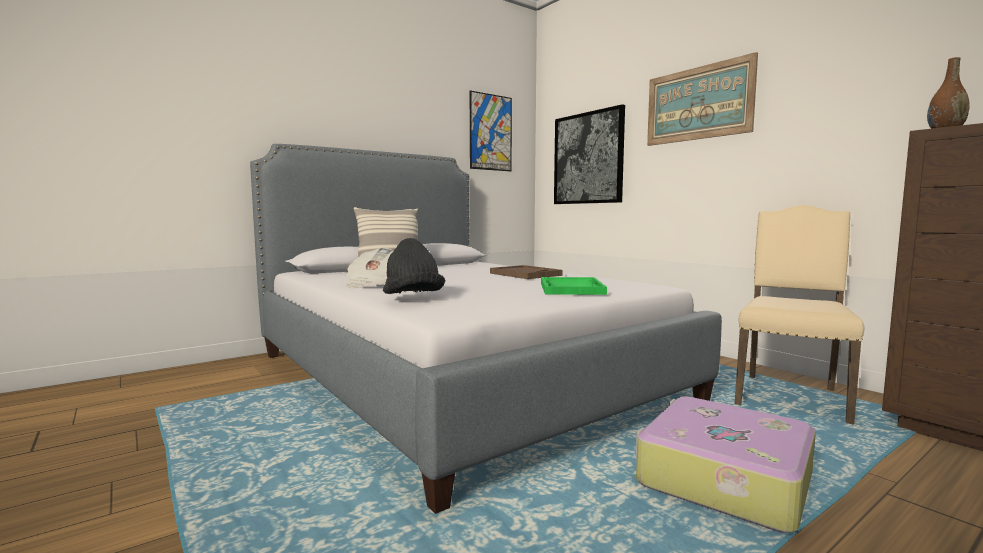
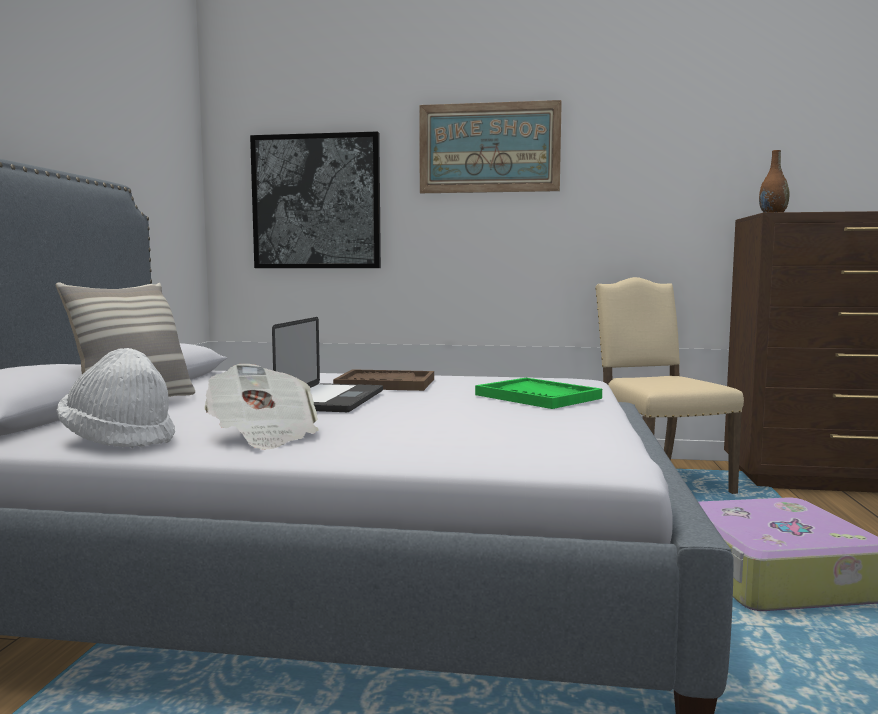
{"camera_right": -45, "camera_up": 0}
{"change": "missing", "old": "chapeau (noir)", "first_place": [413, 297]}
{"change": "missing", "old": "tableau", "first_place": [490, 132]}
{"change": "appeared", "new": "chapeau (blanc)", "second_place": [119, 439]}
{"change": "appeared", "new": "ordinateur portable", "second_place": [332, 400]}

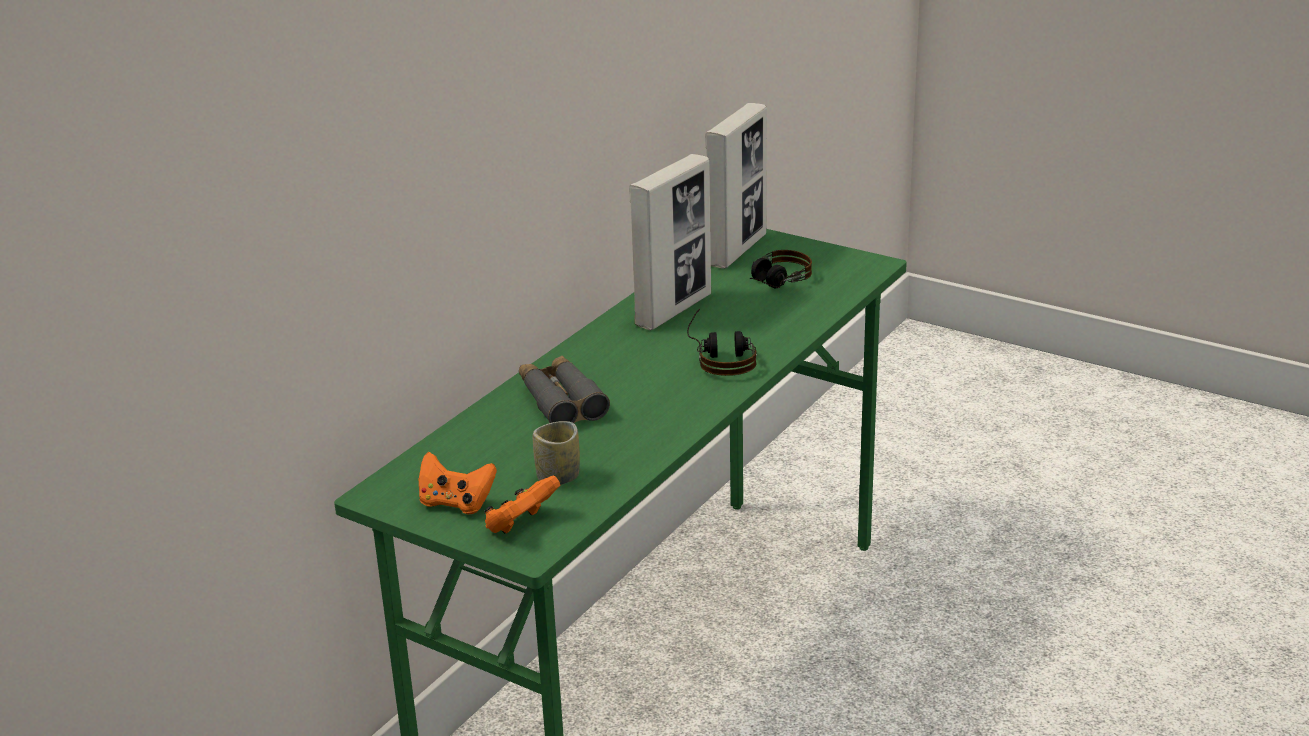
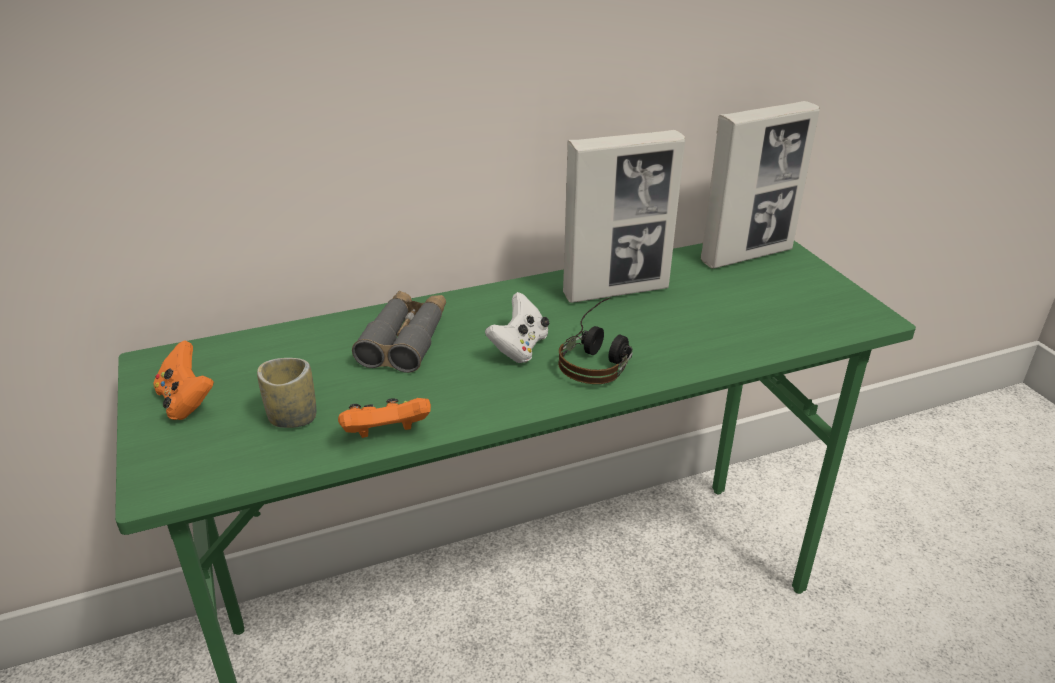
{"camera_right": 35, "camera_up": 5}
{"change": "missing", "old": "casque audio", "first_place": [773, 284]}
{"change": "appeared", "new": "manette (blanc)", "second_place": [519, 348]}
{"change": "relocated", "old": "manette (orange)", "first_place": [521, 524], "second_place": [386, 435]}

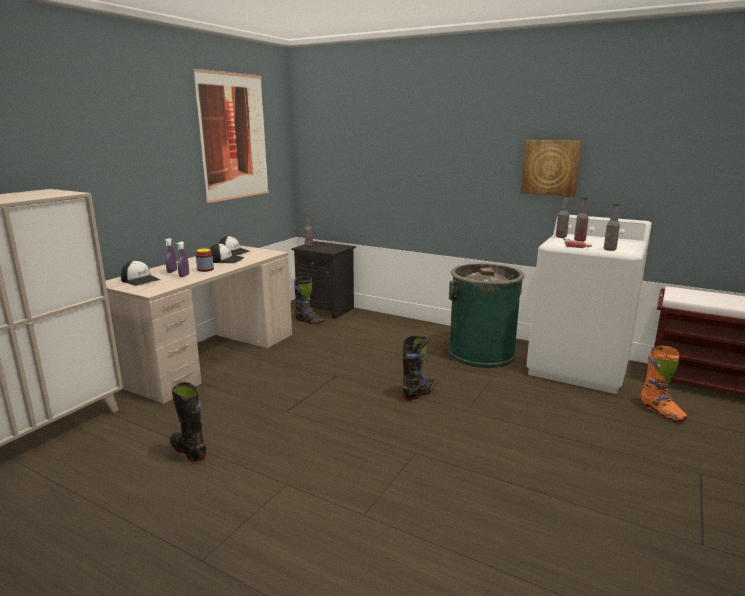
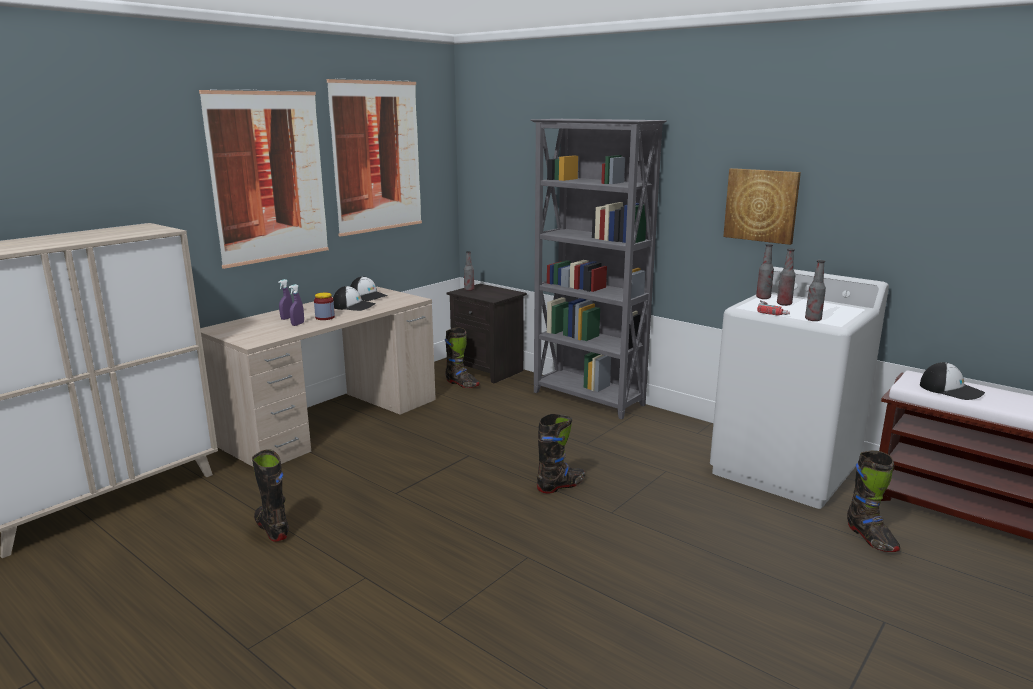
{"camera_right": 10, "camera_up": 0}
{"change": "missing", "old": "poubelle (vert)", "first_place": [481, 353]}
{"change": "appeared", "new": "tableau", "second_place": [269, 177]}
{"change": "appeared", "new": "bibliothèque (gris)", "second_place": [588, 399]}
{"change": "relocated", "old": "casquette", "first_place": [141, 280], "second_place": [951, 390]}
{"change": "colour", "old": "botte (orange)", "new": "botte (noir)", "first_place": [661, 412], "second_place": [870, 538]}

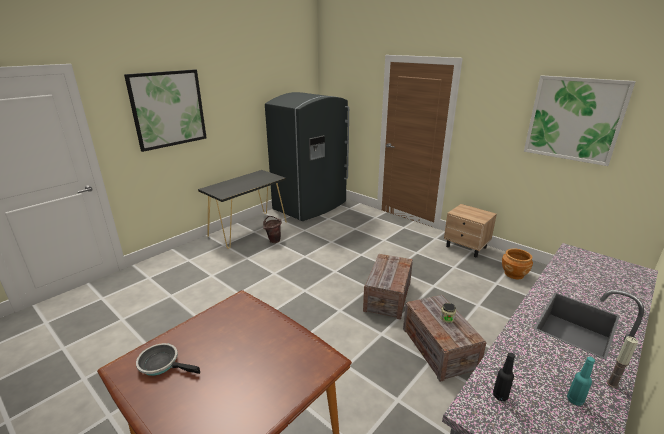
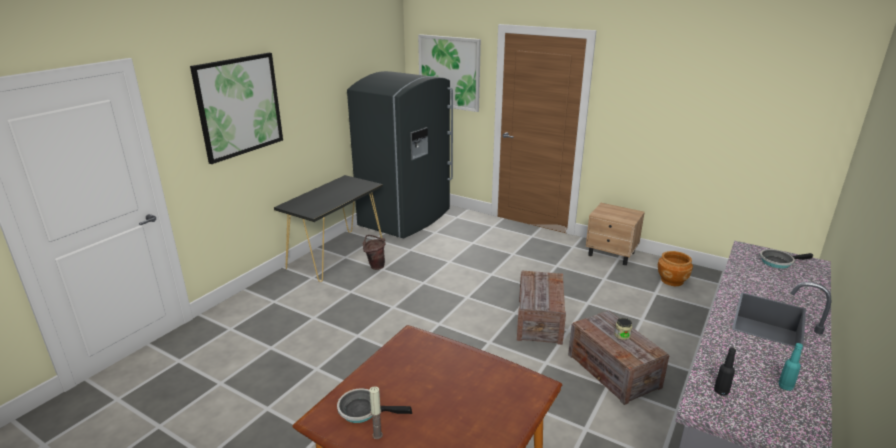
{"camera_right": -10, "camera_up": 0}
{"change": "appeared", "new": "poêle", "second_place": [778, 262]}
{"change": "relocated", "old": "tableau", "first_place": [574, 119], "second_place": [449, 72]}
{"change": "relocated", "old": "bougie", "first_place": [612, 384], "second_place": [377, 435]}

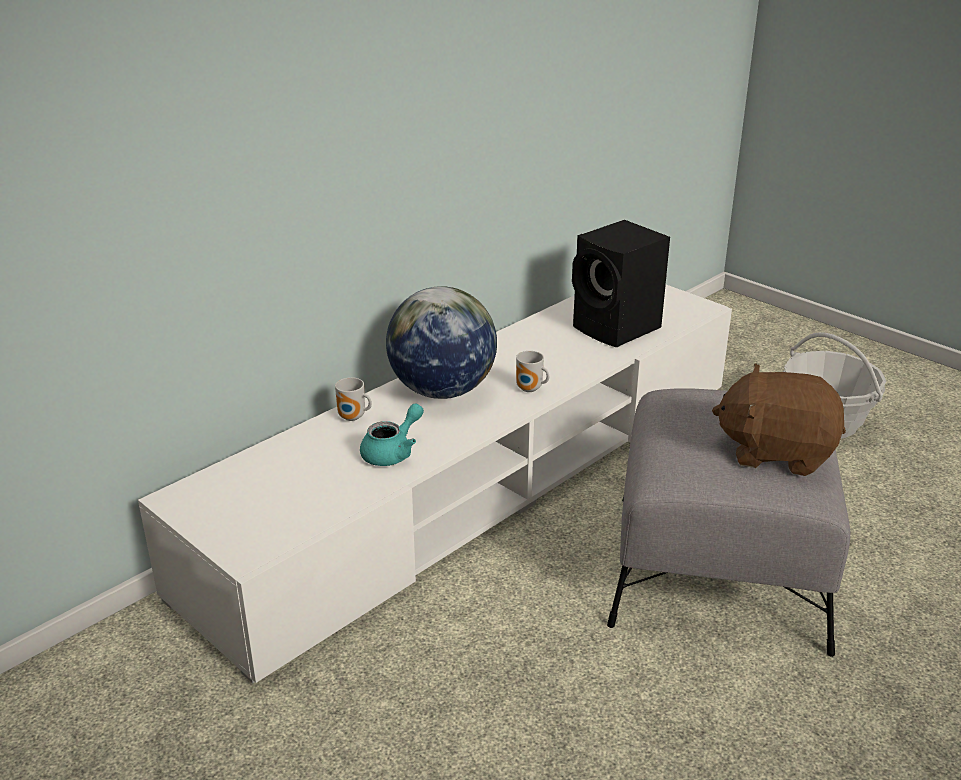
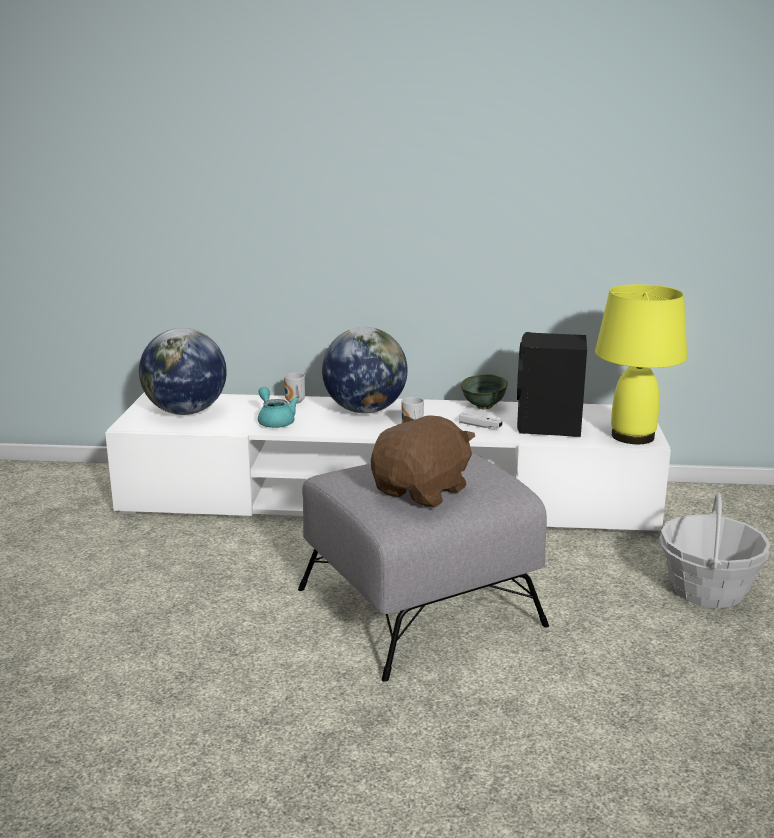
{"camera_right": 50, "camera_up": -10}
{"change": "appeared", "new": "globe", "second_place": [185, 412]}
{"change": "appeared", "new": "manette (blanc)", "second_place": [480, 426]}
{"change": "appeared", "new": "bol (vert)", "second_place": [484, 407]}
{"change": "appeared", "new": "lampe de table (jaune)", "second_place": [632, 436]}
{"change": "spun", "old": "théière (turquoise)", "first_place": [393, 452], "second_place": [275, 421], "degrees": -120}
{"change": "spun", "old": "peluche (marron)", "first_place": [776, 451], "second_place": [422, 492], "degrees": 60}

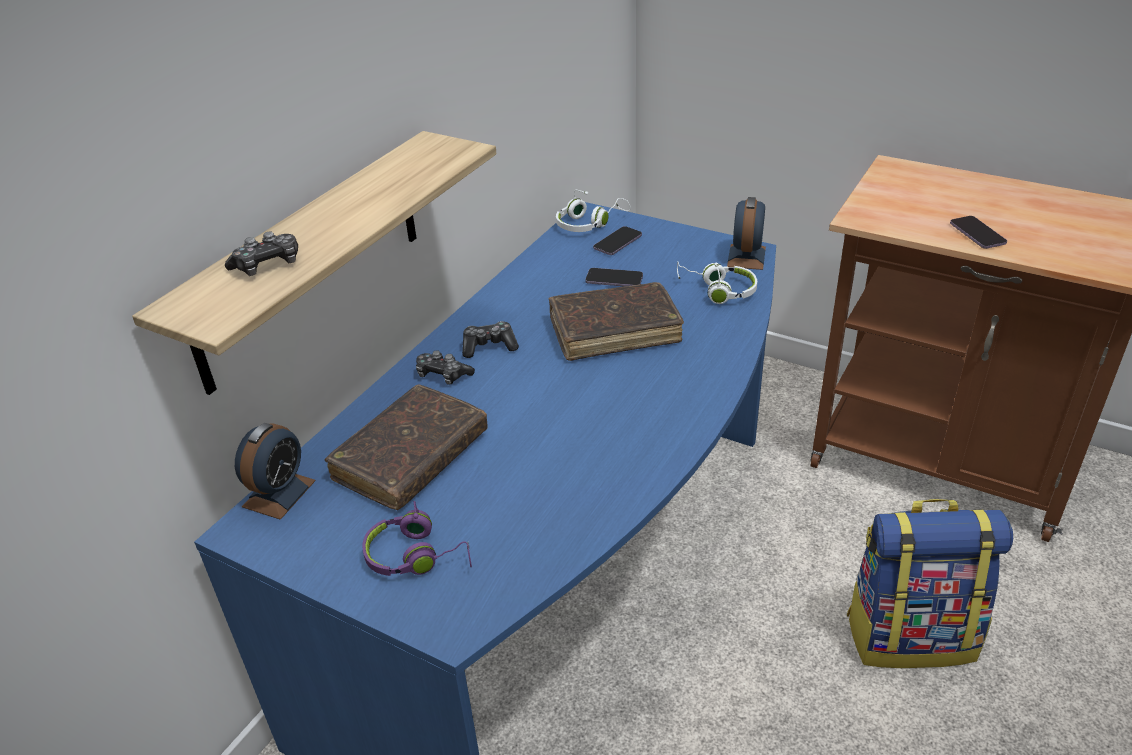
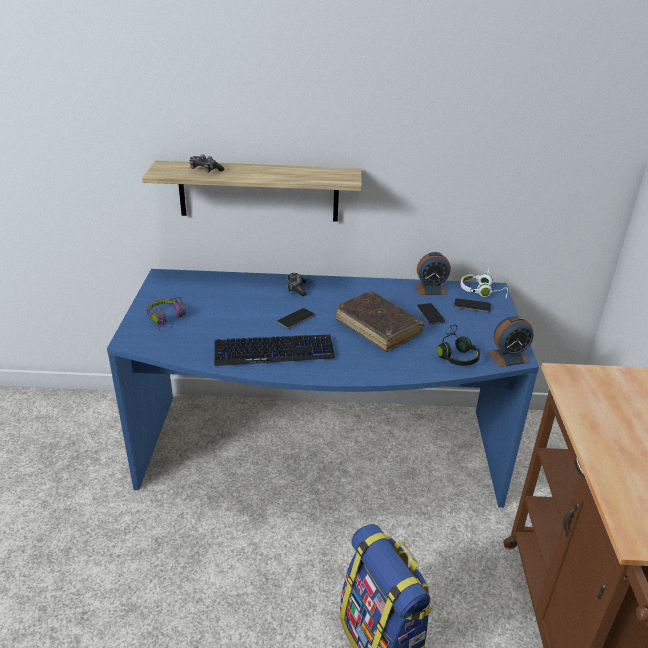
{"camera_right": 60, "camera_up": -5}
{"change": "missing", "old": "livre (marron)", "first_place": [411, 458]}
{"change": "missing", "old": "manette", "first_place": [489, 346]}
{"change": "appeared", "new": "clavier", "second_place": [274, 351]}
{"change": "relocated", "old": "réveil", "first_place": [279, 493], "second_place": [431, 289]}
{"change": "relocated", "old": "téléphone", "first_place": [977, 234], "second_place": [296, 319]}
{"change": "colour", "old": "casque audio (blanc)", "new": "casque audio (noir)", "first_place": [717, 290], "second_place": [455, 354]}

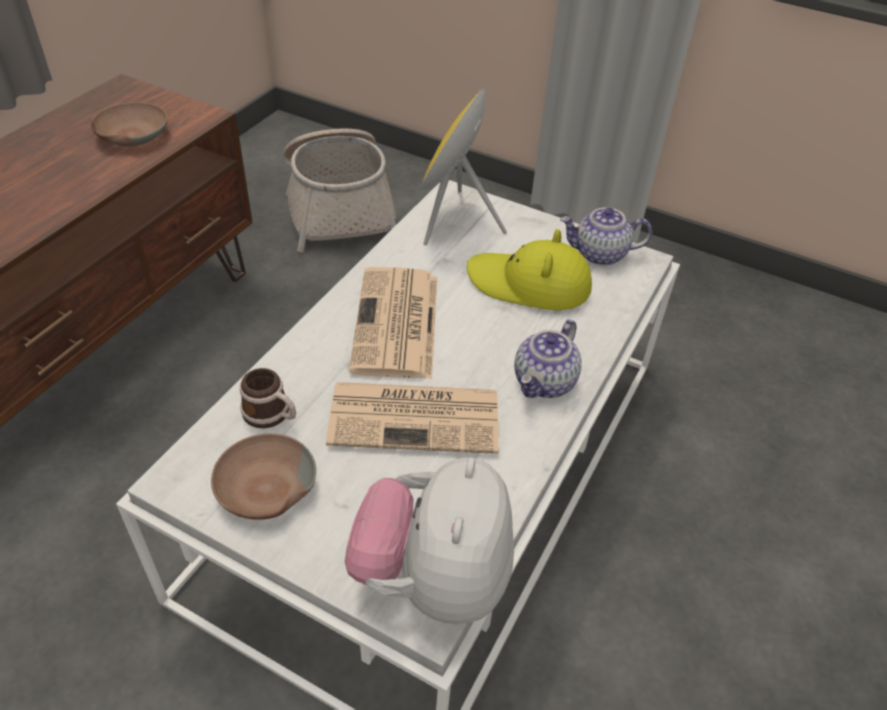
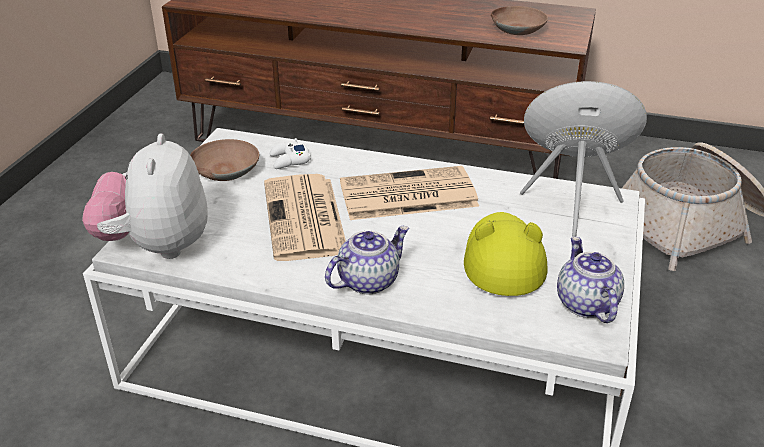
{"camera_right": 80, "camera_up": -10}
{"change": "exchanged", "old": "mug", "new": "manette (blanc)", "first_place": [271, 415], "second_place": [289, 160]}
{"change": "spun", "old": "peluche", "first_place": [433, 579], "second_place": [157, 246], "degrees": -90}
{"change": "spun", "old": "théière", "first_place": [545, 382], "second_place": [368, 280], "degrees": 120}

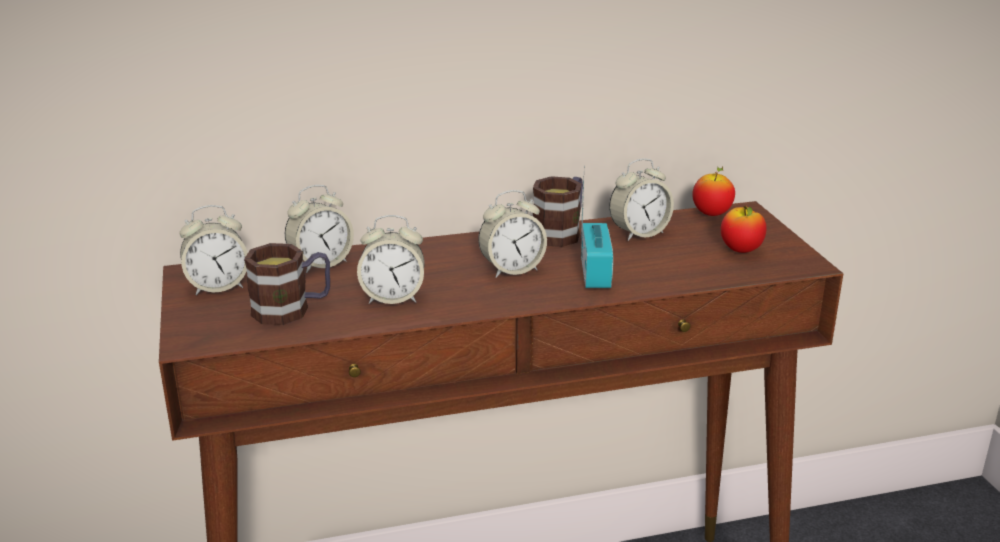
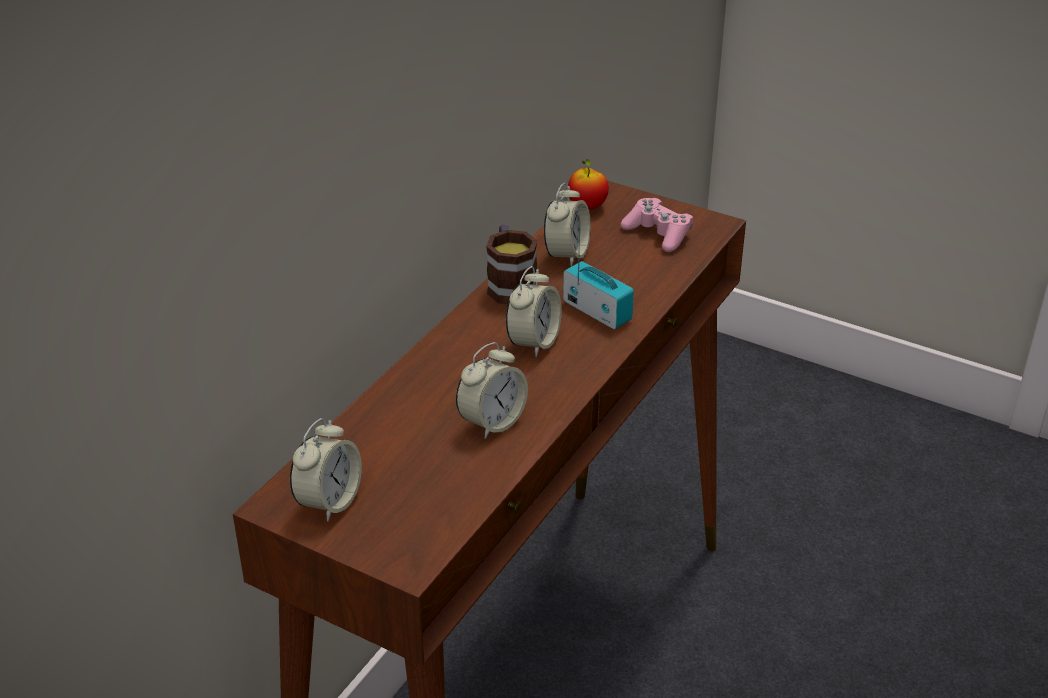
{"camera_right": -45, "camera_up": 10}
{"change": "missing", "old": "mug", "first_place": [292, 309]}
{"change": "missing", "old": "réveil", "first_place": [321, 263]}
{"change": "exchanged", "old": "pomme", "new": "manette (rose)", "first_place": [741, 250], "second_place": [658, 234]}

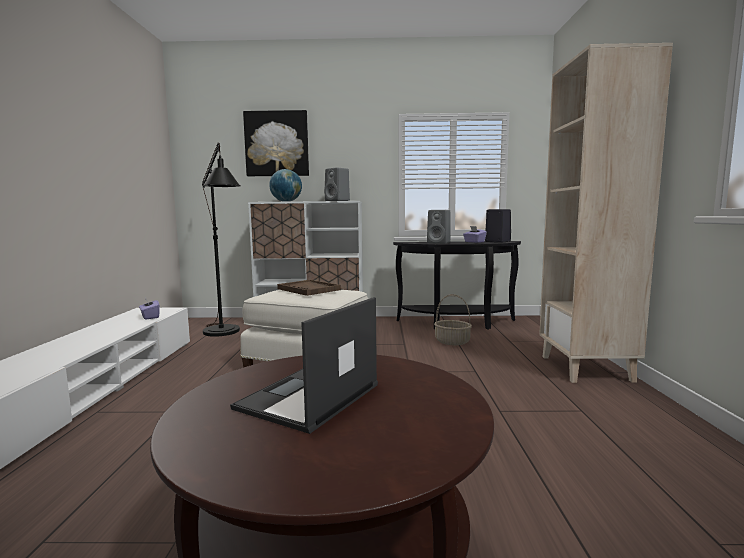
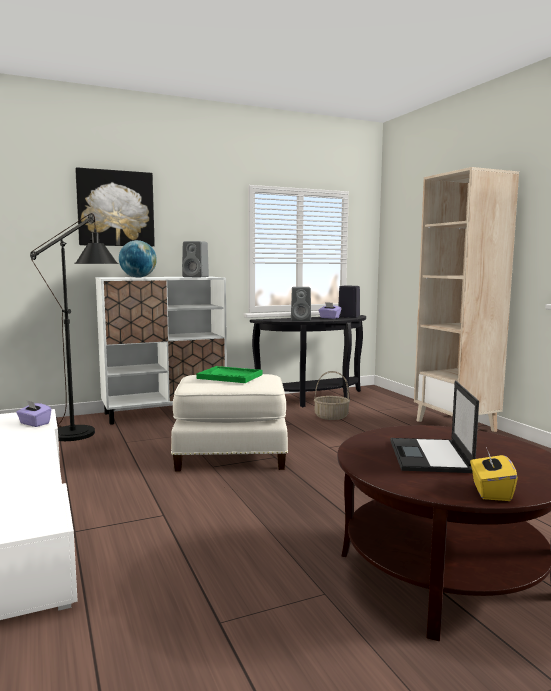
{"camera_right": -25, "camera_up": 0}
{"change": "appeared", "new": "boîte à mouchoirs (jaune)", "second_place": [490, 491]}
{"change": "colour", "old": "plateau (marron)", "new": "plateau (vert)", "first_place": [309, 289], "second_place": [230, 376]}

